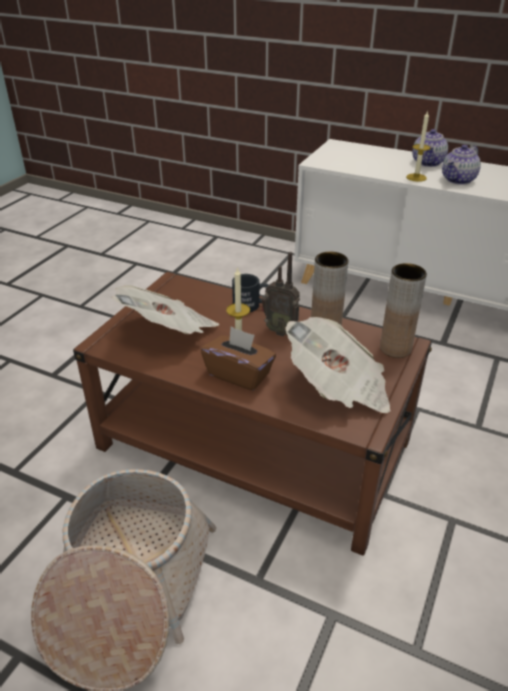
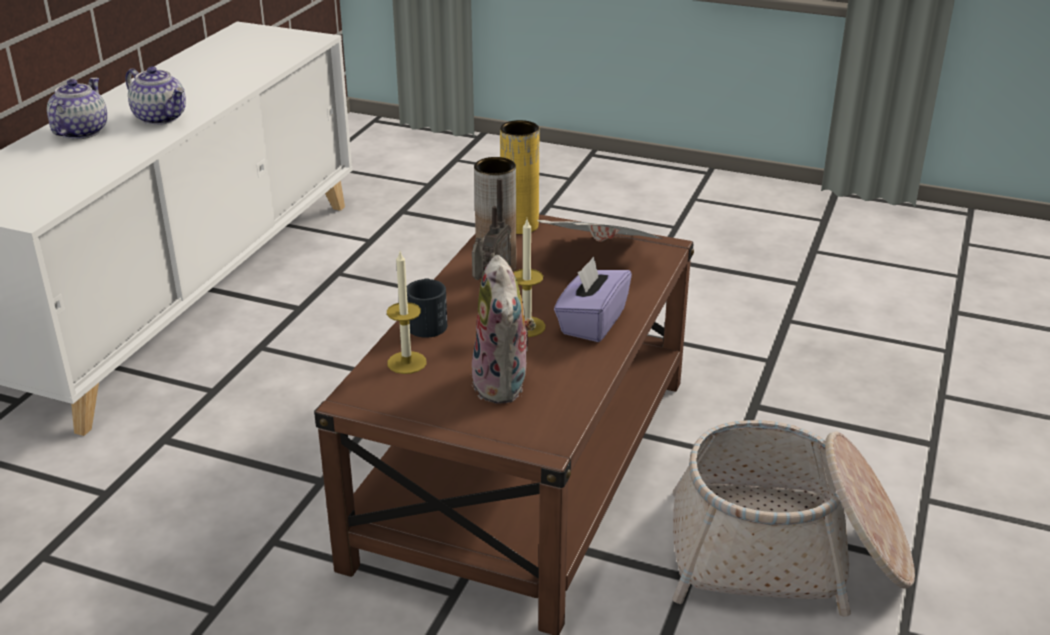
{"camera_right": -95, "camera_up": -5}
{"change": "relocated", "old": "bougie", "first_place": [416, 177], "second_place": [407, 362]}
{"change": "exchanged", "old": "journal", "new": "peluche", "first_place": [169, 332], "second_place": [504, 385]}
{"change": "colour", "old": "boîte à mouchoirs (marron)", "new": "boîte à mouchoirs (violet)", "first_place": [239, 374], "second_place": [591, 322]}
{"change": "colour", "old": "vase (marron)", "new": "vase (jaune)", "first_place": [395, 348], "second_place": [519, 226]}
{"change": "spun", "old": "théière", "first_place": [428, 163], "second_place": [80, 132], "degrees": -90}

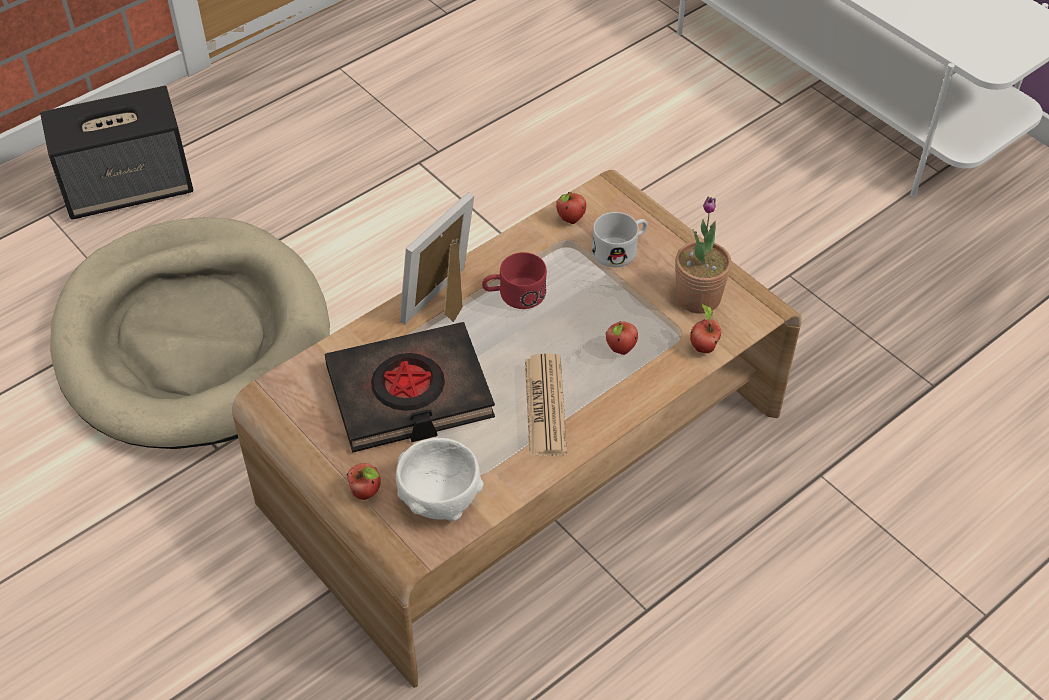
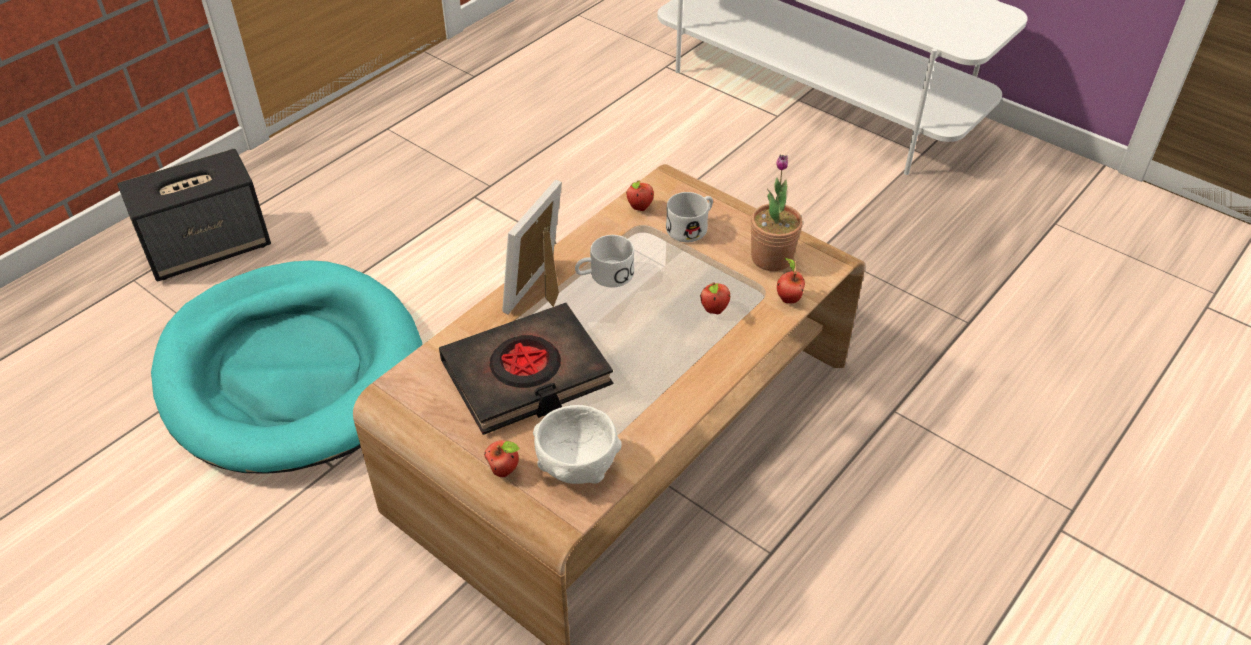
{"camera_right": -10, "camera_up": -5}
{"change": "missing", "old": "journal", "first_place": [545, 406]}
{"change": "colour", "old": "panier pour chien (beige)", "new": "panier pour chien (turquoise)", "first_place": [193, 339], "second_place": [292, 371]}
{"change": "colour", "old": "mug (rouge)", "new": "mug (blanc)", "first_place": [514, 295], "second_place": [604, 276]}

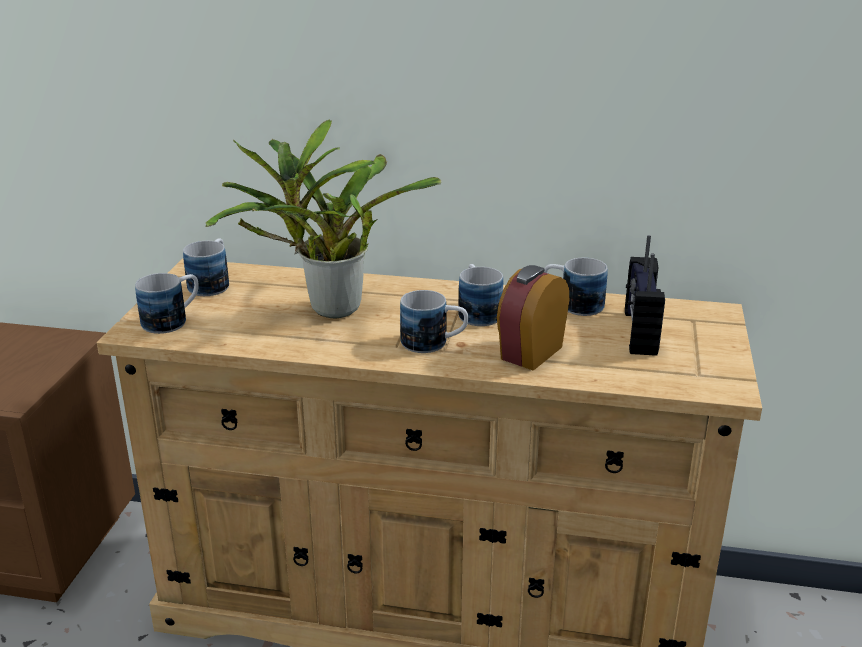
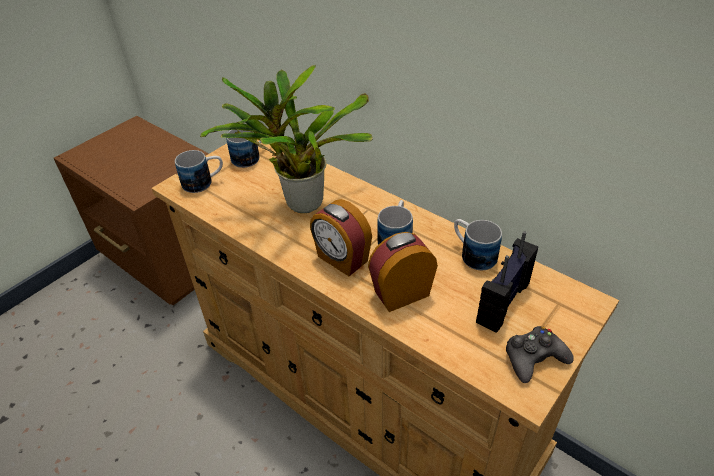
{"camera_right": 30, "camera_up": 15}
{"change": "appeared", "new": "manette (noir)", "second_place": [534, 358]}
{"change": "exchanged", "old": "mug", "new": "réveil", "first_place": [434, 343], "second_place": [341, 259]}

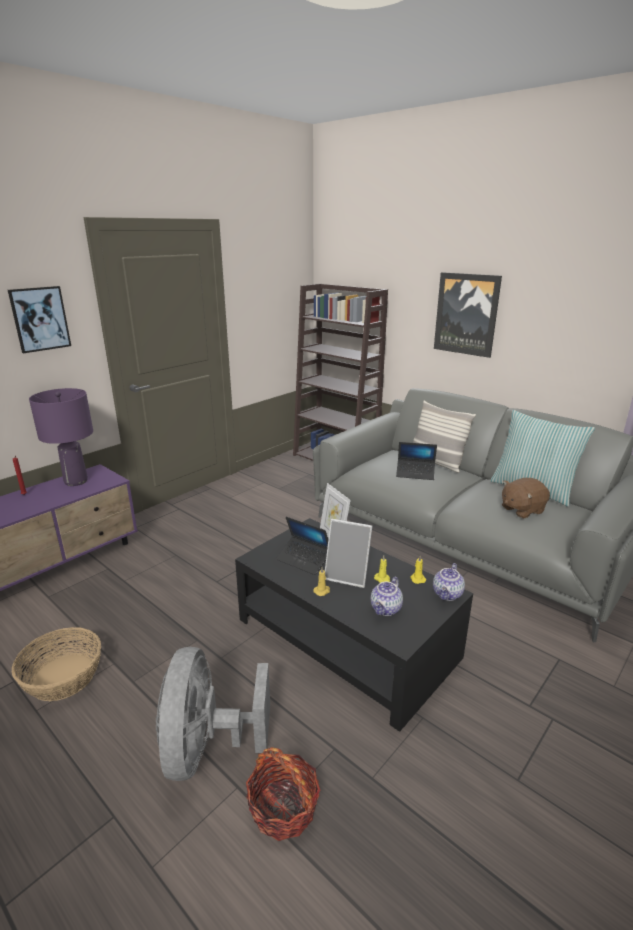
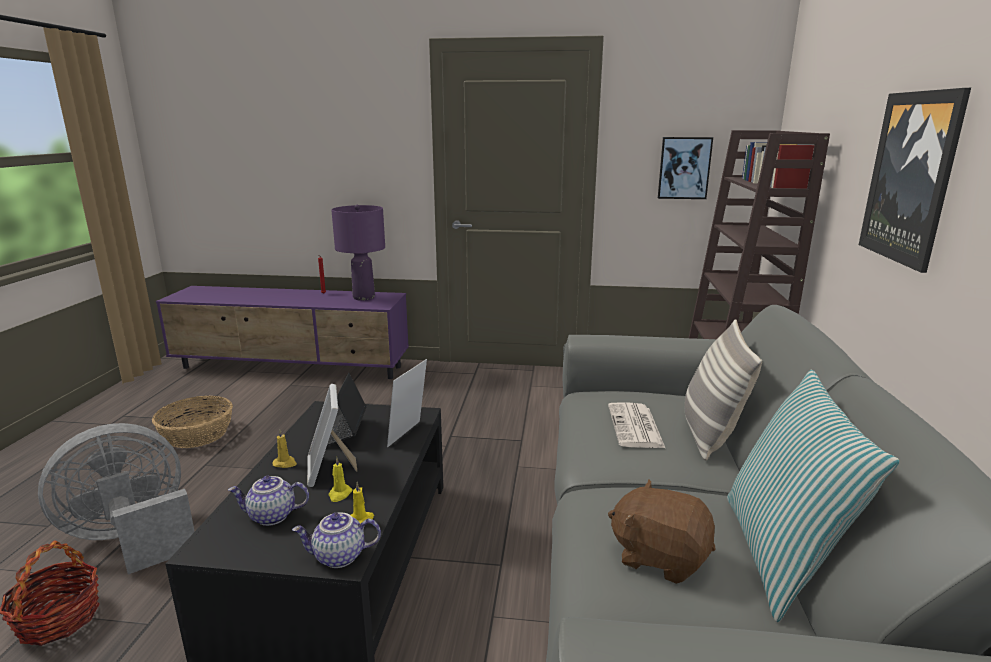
{"camera_right": 55, "camera_up": -5}
{"change": "relocated", "old": "tableau", "first_place": [40, 319], "second_place": [684, 168]}
{"change": "exchanged", "old": "ordinateur portable", "new": "journal", "first_place": [415, 473], "second_place": [635, 427]}

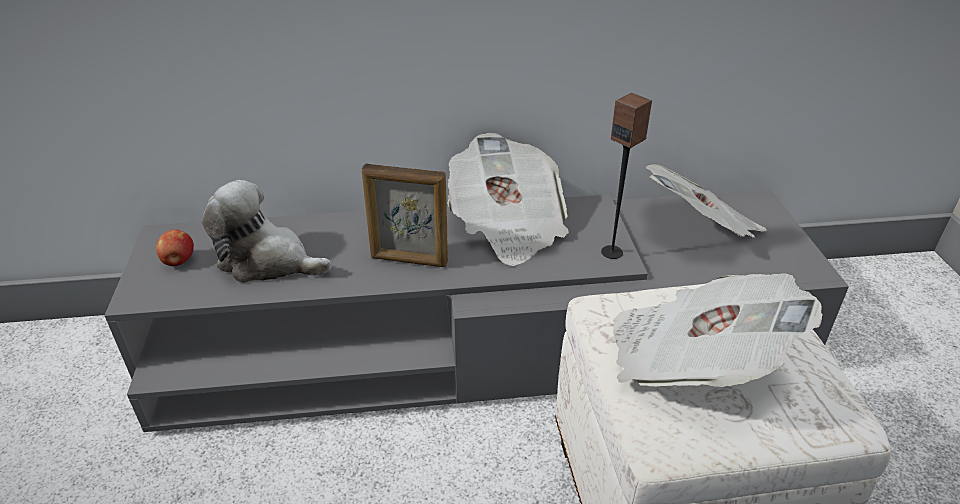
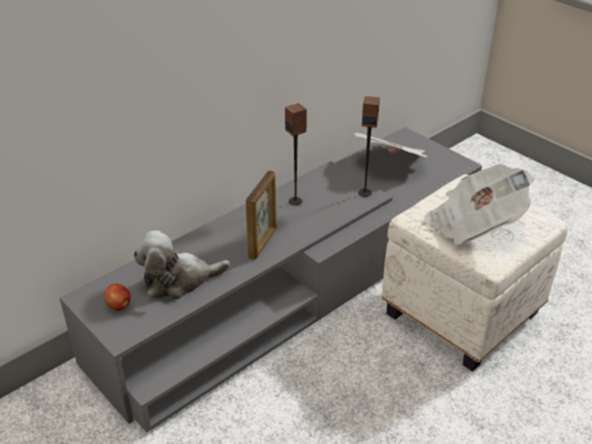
{"camera_right": -35, "camera_up": 0}
{"change": "exchanged", "old": "journal", "new": "enceinte", "first_place": [507, 226], "second_place": [295, 201]}
{"change": "spun", "old": "cadre photo", "first_place": [409, 260], "second_place": [263, 243], "degrees": -45}

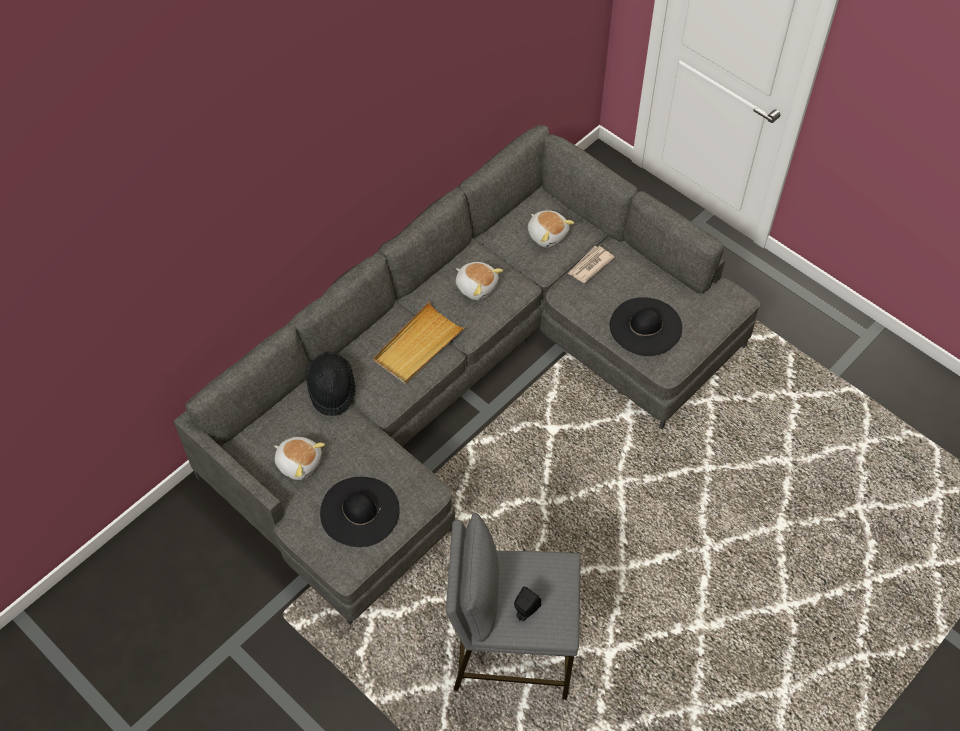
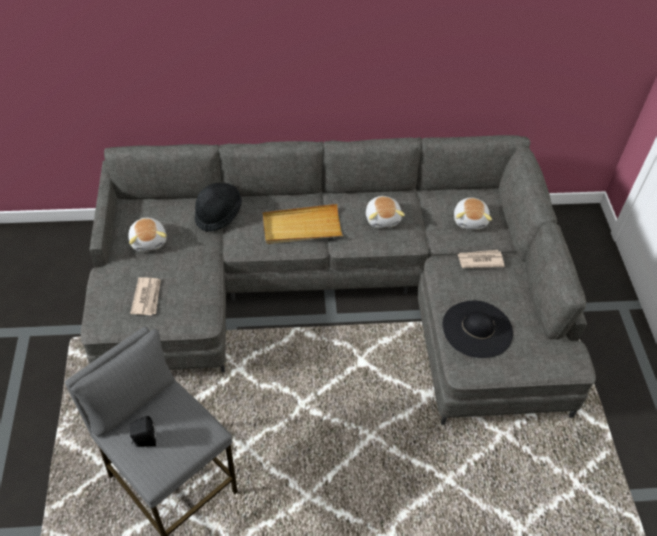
{"camera_right": 40, "camera_up": -5}
{"change": "exchanged", "old": "chapeau (noir)", "new": "journal", "first_place": [359, 511], "second_place": [147, 297]}

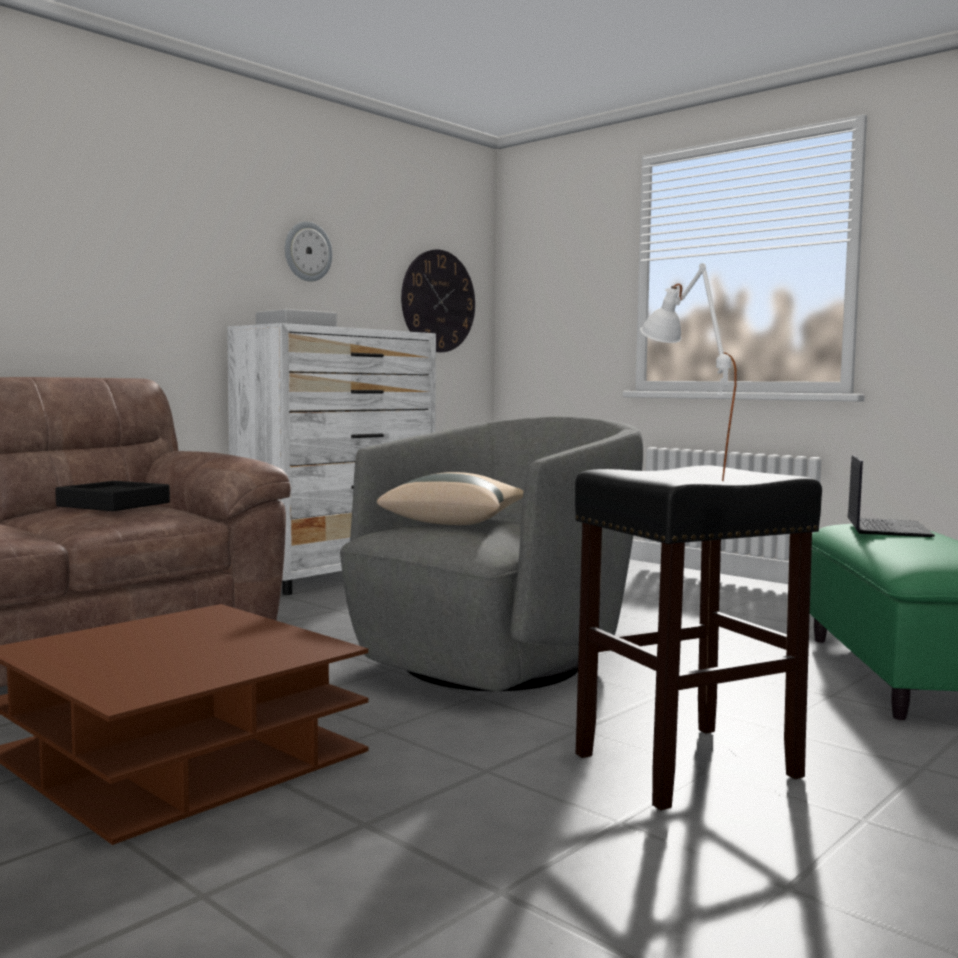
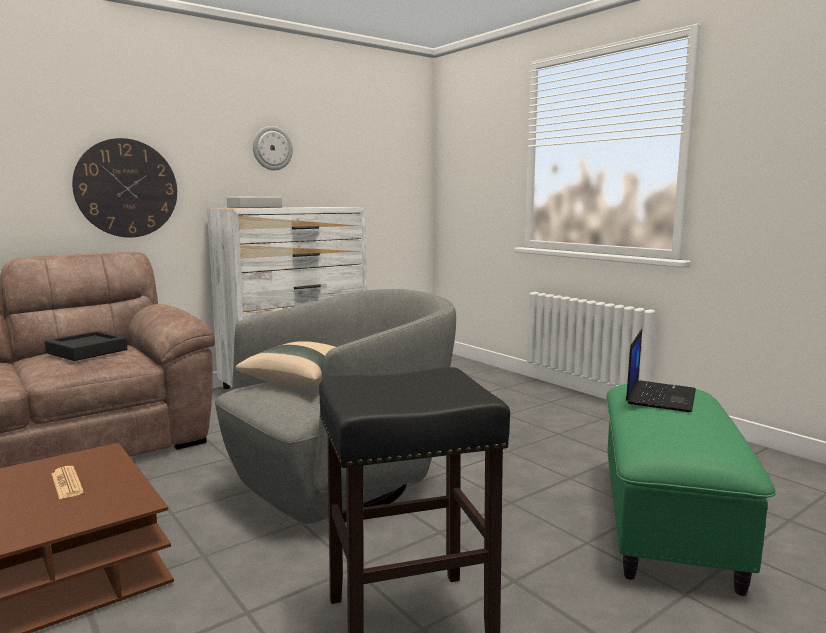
{"camera_right": 10, "camera_up": 5}
{"change": "missing", "old": "lampe de table (blanc)", "first_place": [681, 476]}
{"change": "appeared", "new": "journal", "second_place": [67, 483]}
{"change": "relocated", "old": "horloge murale", "first_place": [438, 301], "second_place": [126, 188]}

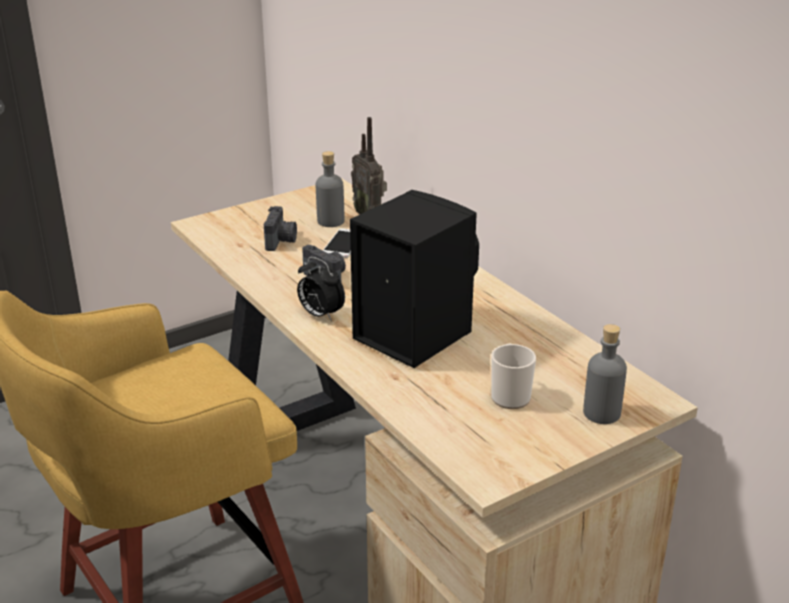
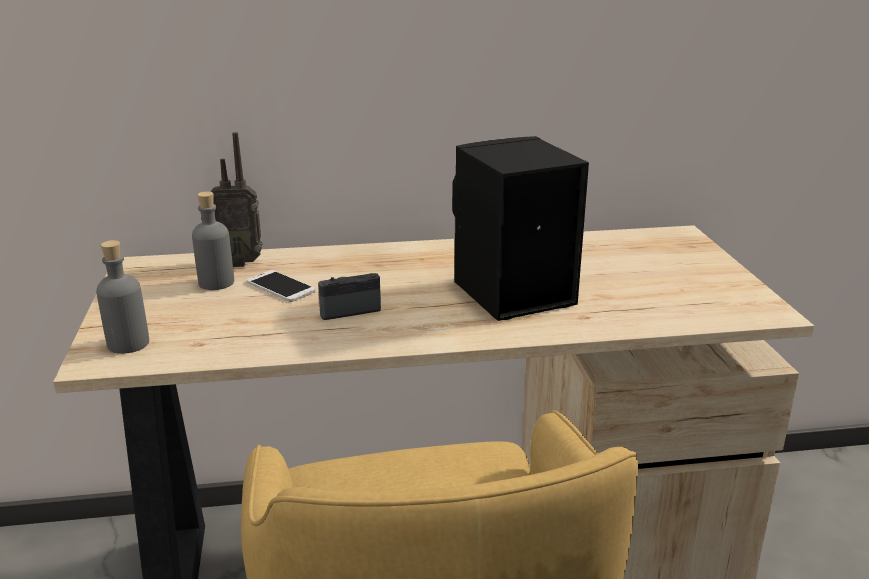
{"camera_right": -65, "camera_up": -5}
{"change": "missing", "old": "appareil photo", "first_place": [281, 241]}
{"change": "missing", "old": "réveil", "first_place": [320, 315]}
{"change": "missing", "old": "mug", "first_place": [510, 395]}
{"change": "relocated", "old": "bouteille (gris)", "first_place": [601, 413], "second_place": [128, 344]}

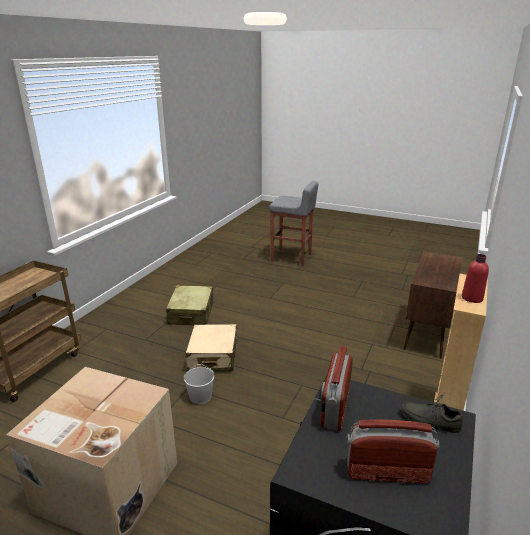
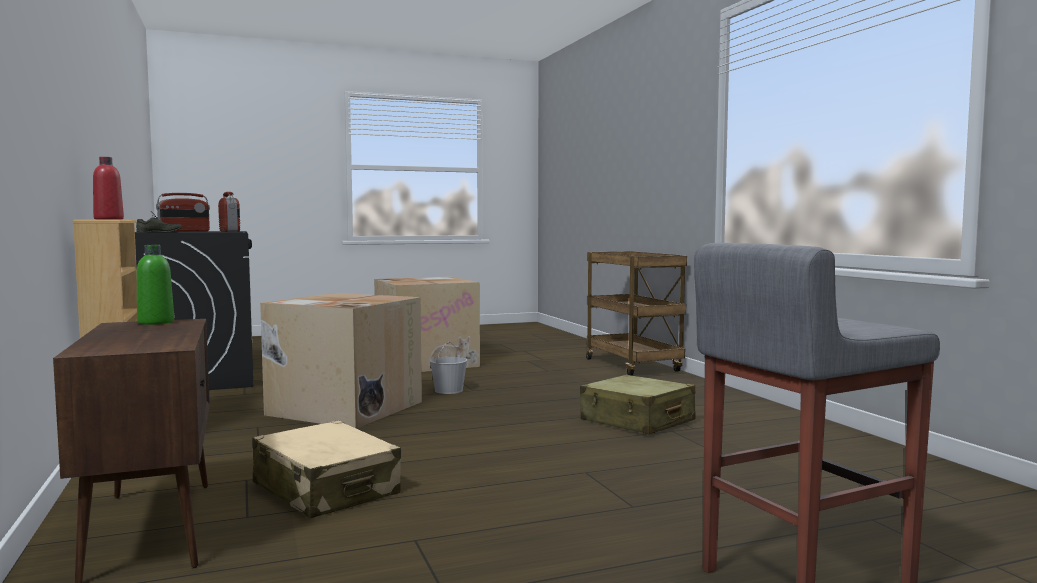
{"camera_right": 135, "camera_up": -20}
{"change": "appeared", "new": "bouteille (vert)", "second_place": [156, 322]}
{"change": "appeared", "new": "carton", "second_place": [343, 408]}
{"change": "relocated", "old": "valise (beige)", "first_place": [213, 356], "second_place": [326, 490]}

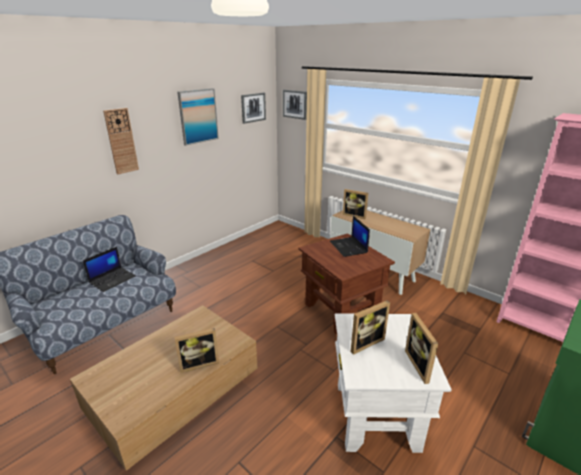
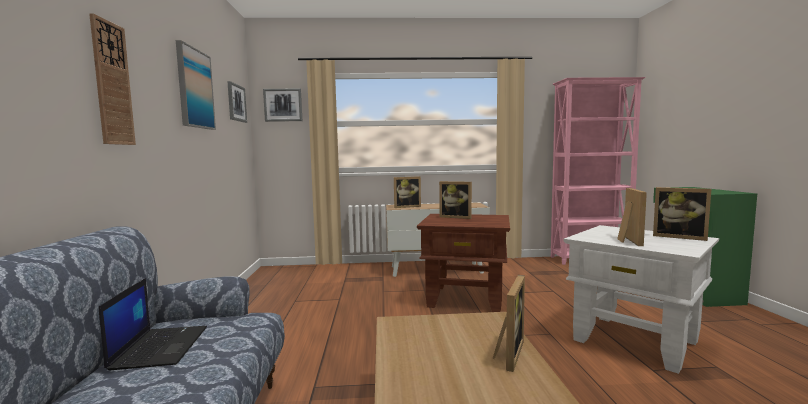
{"camera_right": -45, "camera_up": -20}
{"change": "exchanged", "old": "ordinateur portable", "new": "cadre photo", "first_place": [349, 247], "second_place": [456, 217]}

